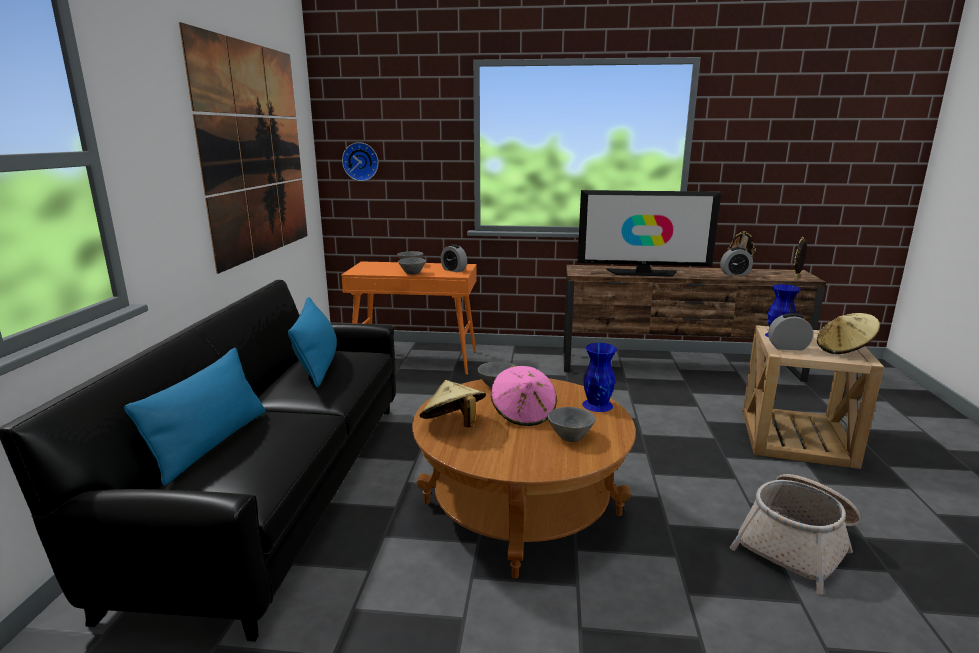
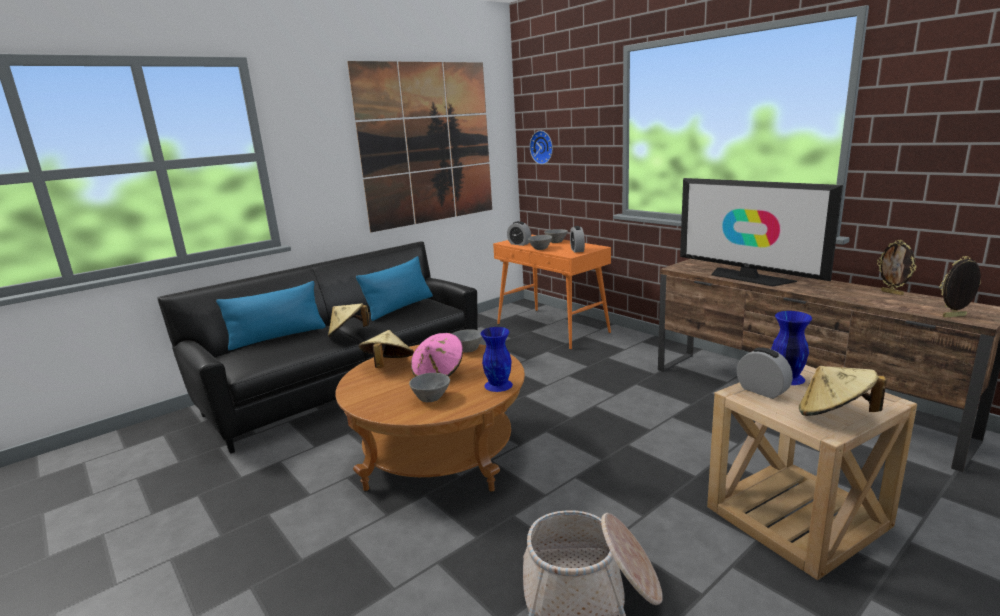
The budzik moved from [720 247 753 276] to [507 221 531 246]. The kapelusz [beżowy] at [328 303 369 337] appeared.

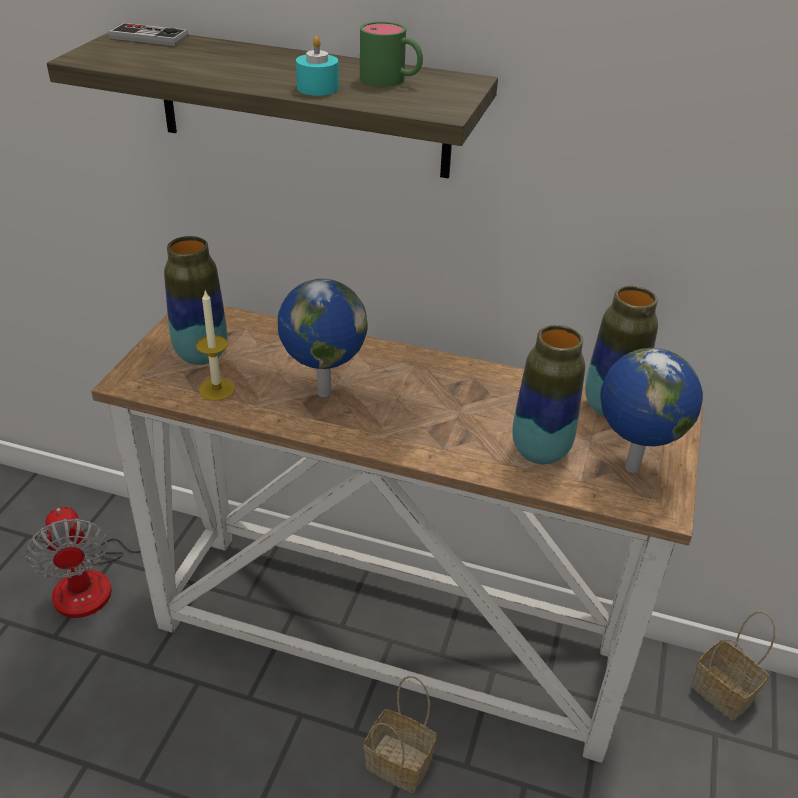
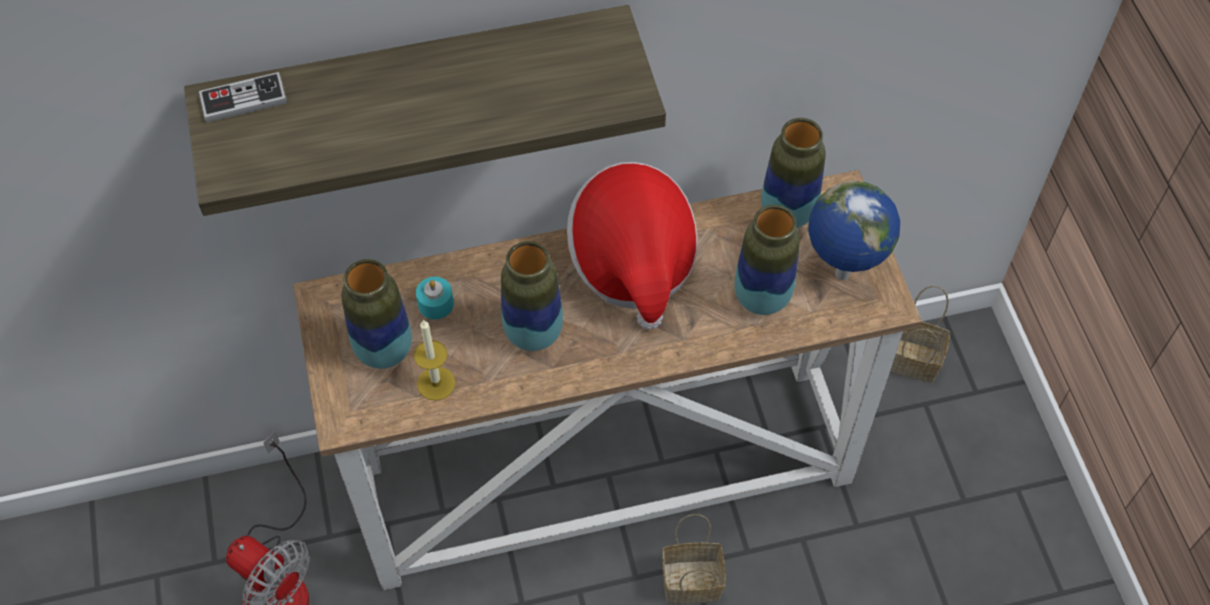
The kubek [zielony] at [360 22 423 87] disappeared. The świeca [turkusowy] moved from [296 36 339 96] to [416 277 454 319]. The globus at [278 279 368 397] was replaced by the wazon at [501 241 563 351]. The kapelusz at [567 162 698 330] appeared.

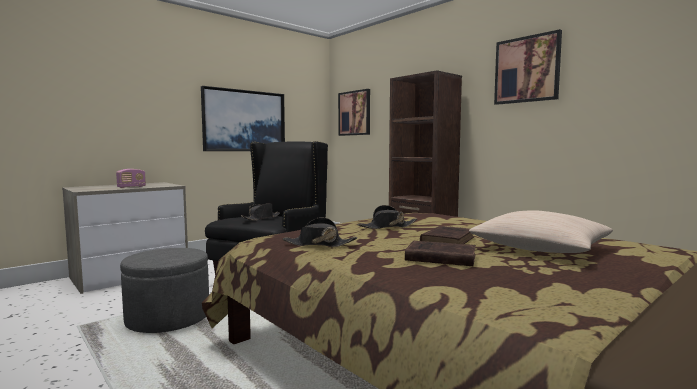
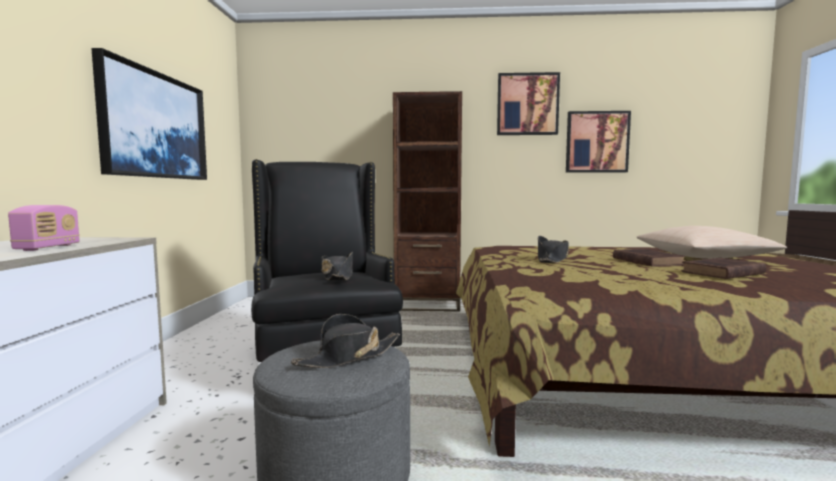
The obraz moved from [338 89 370 136] to [566 111 631 173]. The kapelusz [czarny] moved from [282 217 357 247] to [291 314 400 368].

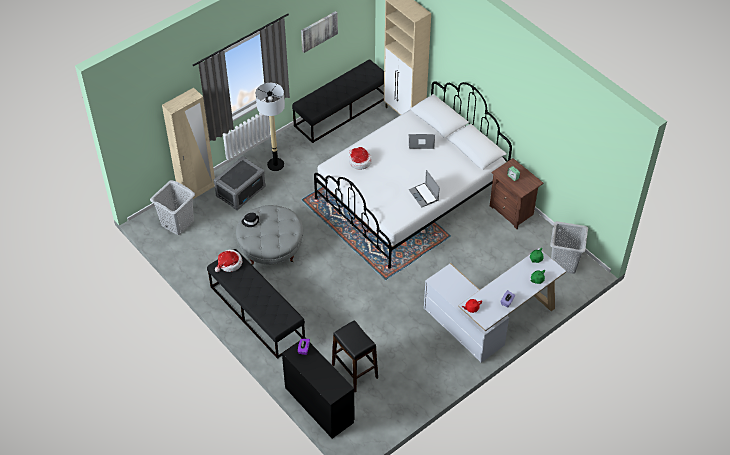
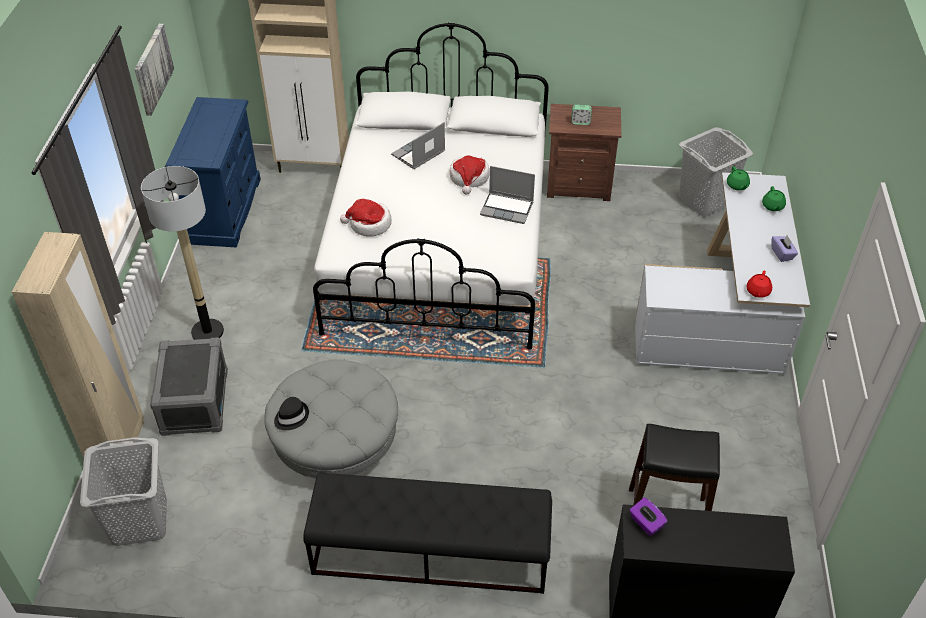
The ławka [czarny] at [292 59 384 143] was replaced by the komoda [niebieski] at [165 97 261 248]. The kapelusz moved from [215 250 242 272] to [450 155 489 194].

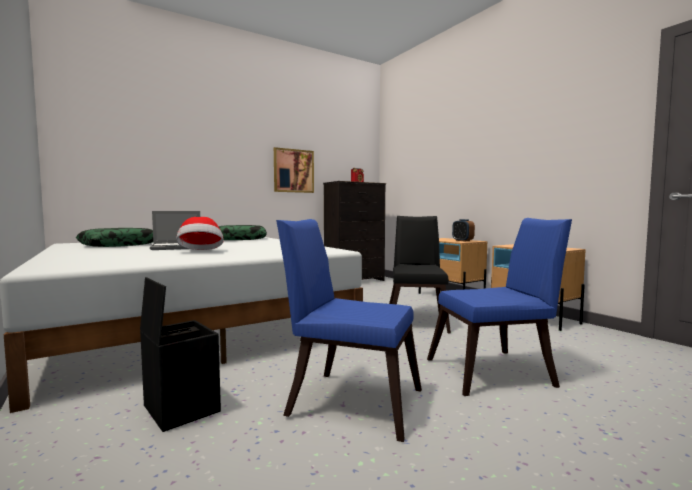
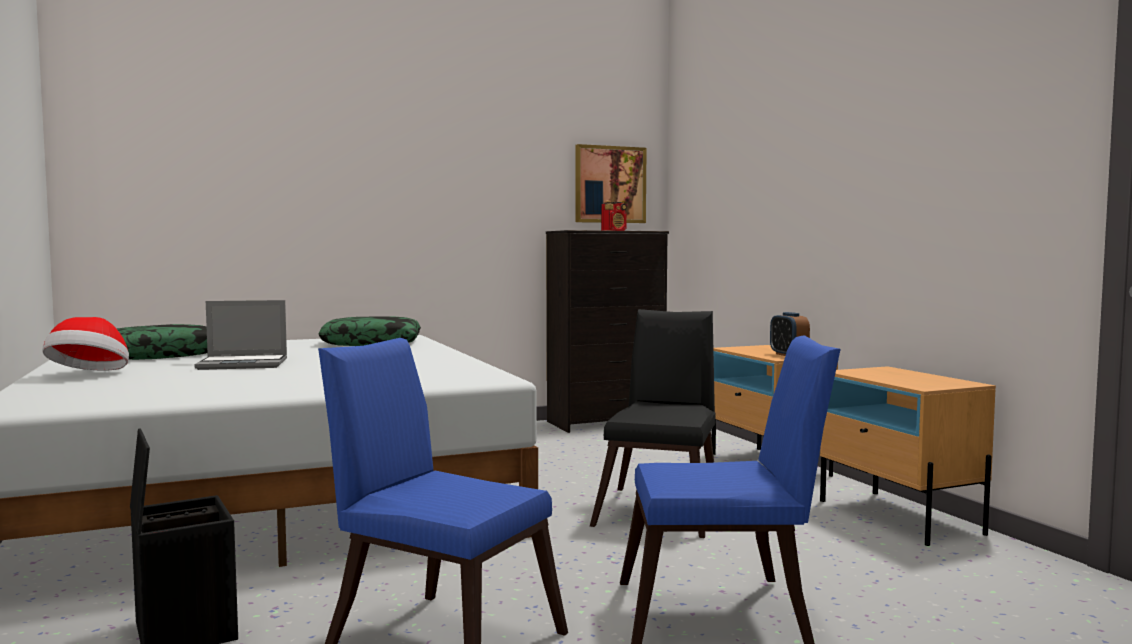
The obraz moved from [274 147 314 193] to [576 144 647 223]. The kapelusz moved from [176 217 224 250] to [42 317 129 371].

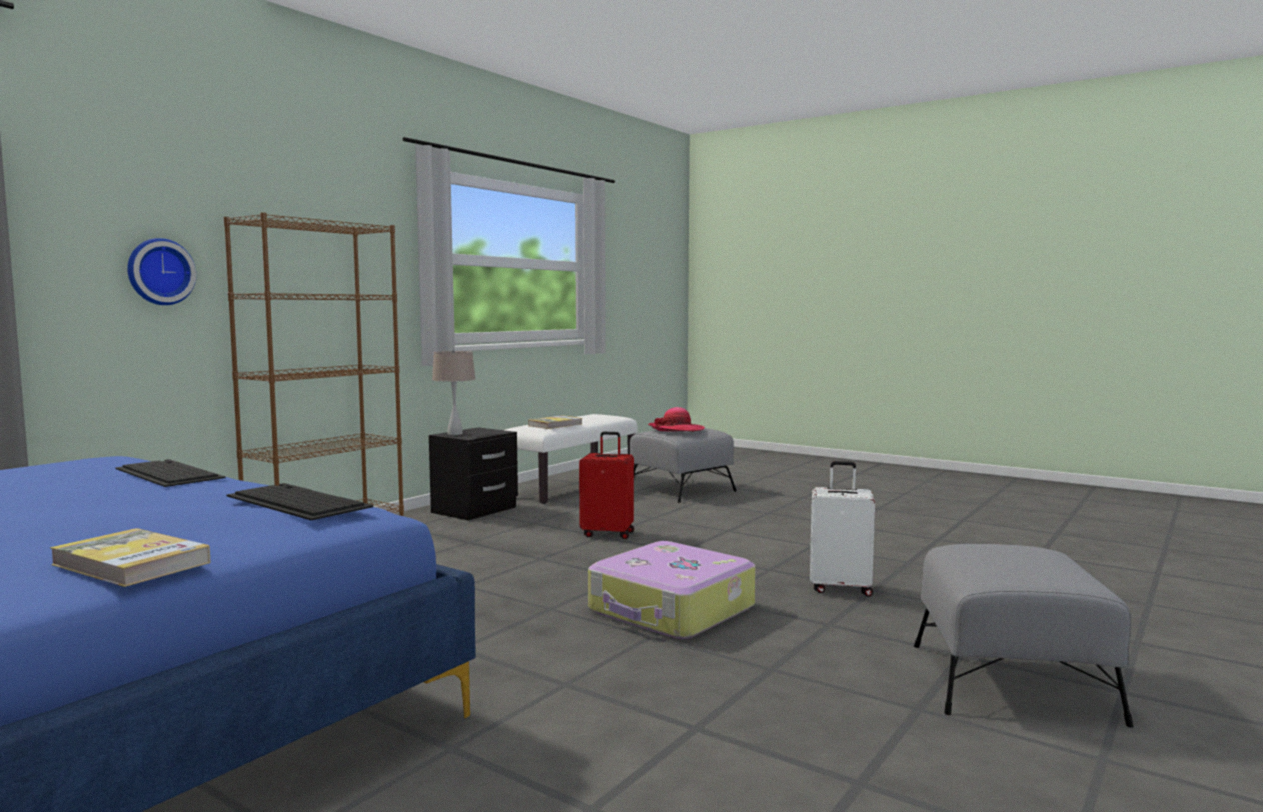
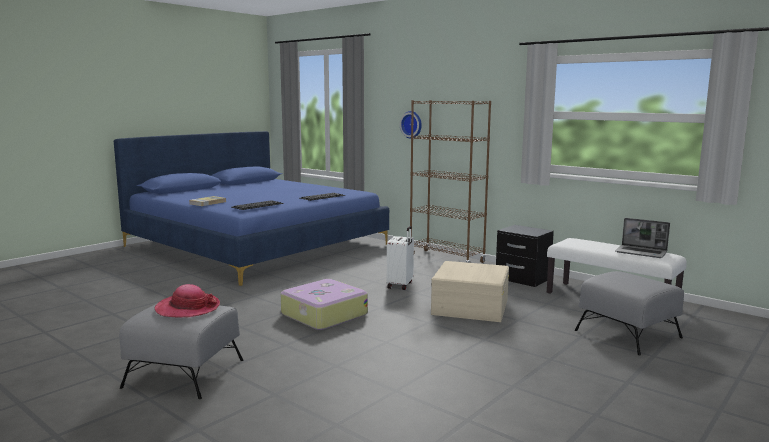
The lampa stołowa [beżowy] at [432 350 475 435] disappeared. The kapelusz moved from [648 407 705 432] to [155 284 220 318]. The książka at [528 415 582 429] disappeared. The walizka [czerwony] at [579 432 634 539] was replaced by the pojemnik do przechowywania [beżowy] at [431 261 509 322]. The walizka [biały] moved from [810 461 875 597] to [387 226 414 290]. The laptop at [615 218 670 258] appeared.

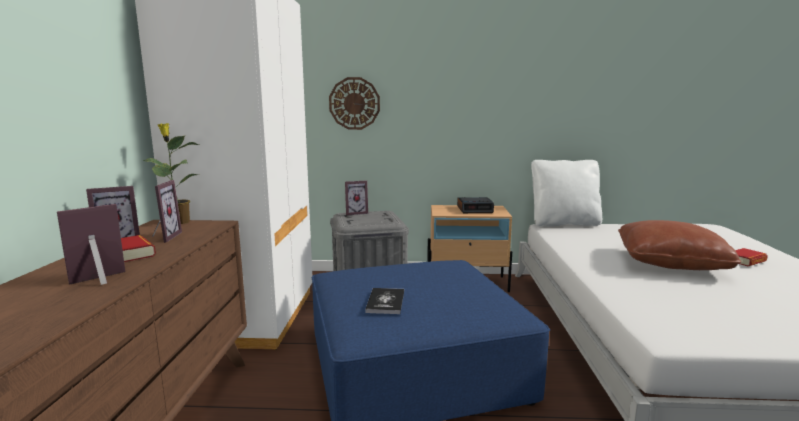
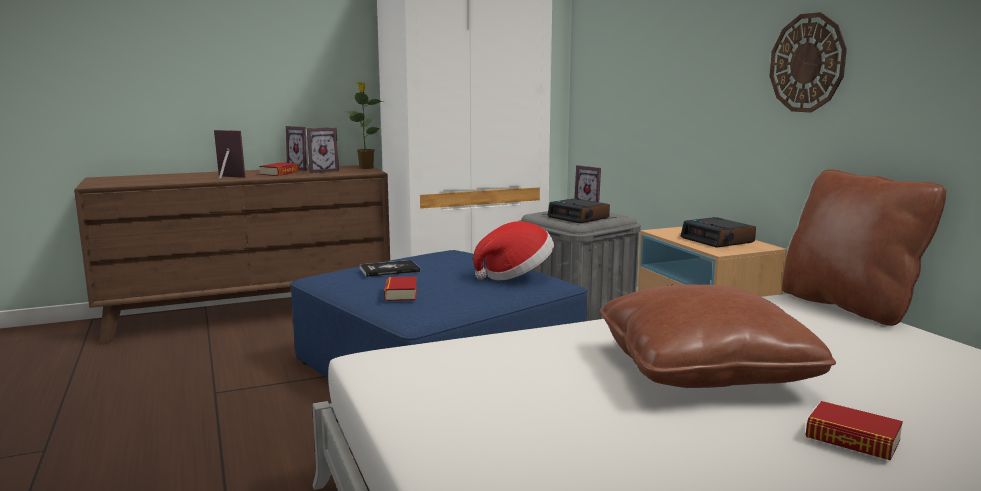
The zegar ścienny moved from [329 77 380 130] to [770 12 847 113]. The poduszka [biały] at [531 160 602 227] became the poduszka [brązowy] at [782 169 946 326]. The budzik at [547 198 610 223] appeared. The kapelusz at [473 221 554 280] appeared. The książka at [384 277 417 301] appeared.

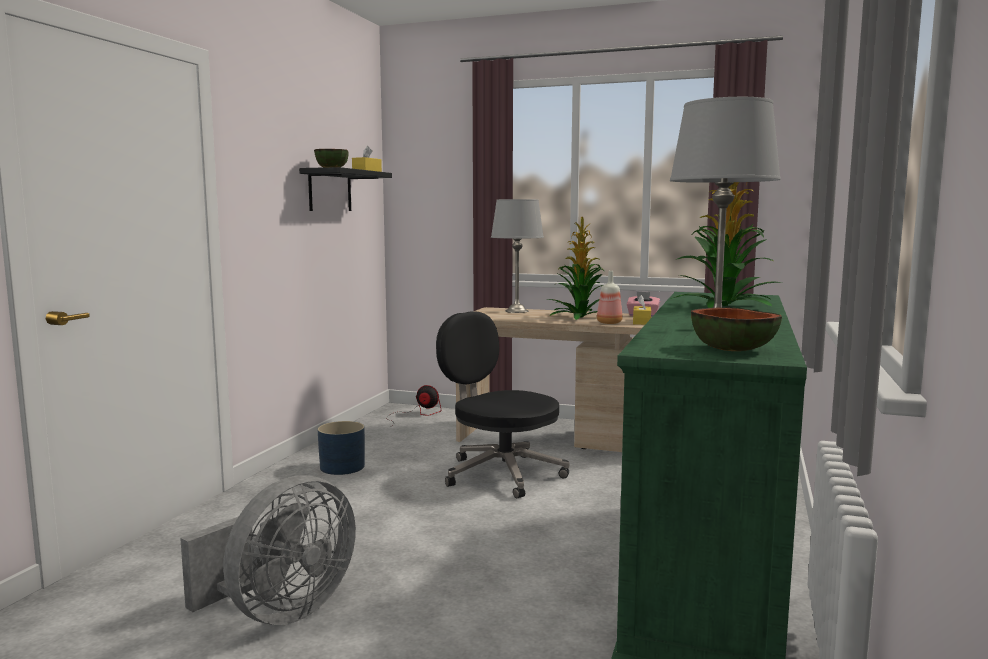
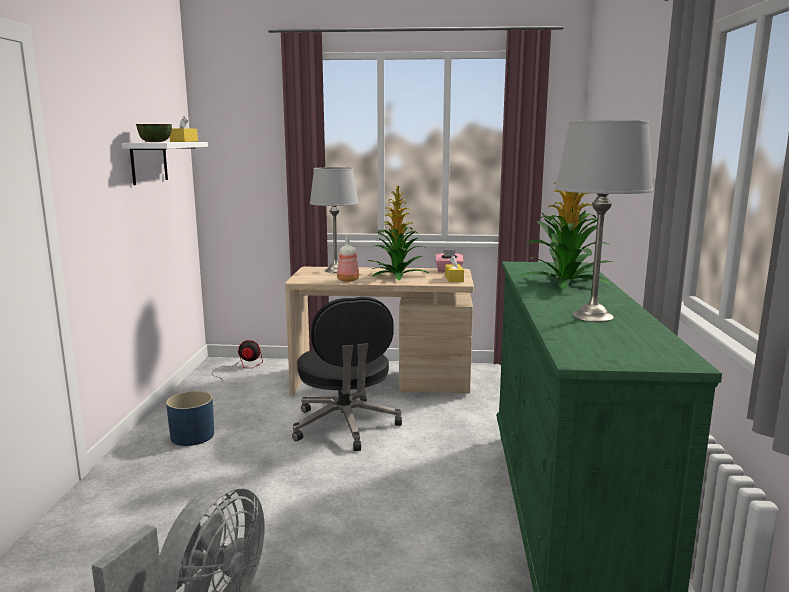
The półka [czarny] at [299 167 392 211] became the półka [biały] at [122 142 208 185]. The butelka moved from [597 271 623 324] to [337 235 359 282]. The miska at [691 307 782 351] disappeared. The krzesło biurowe [czarny] at [436 311 570 498] turned 135 degrees counterclockwise.

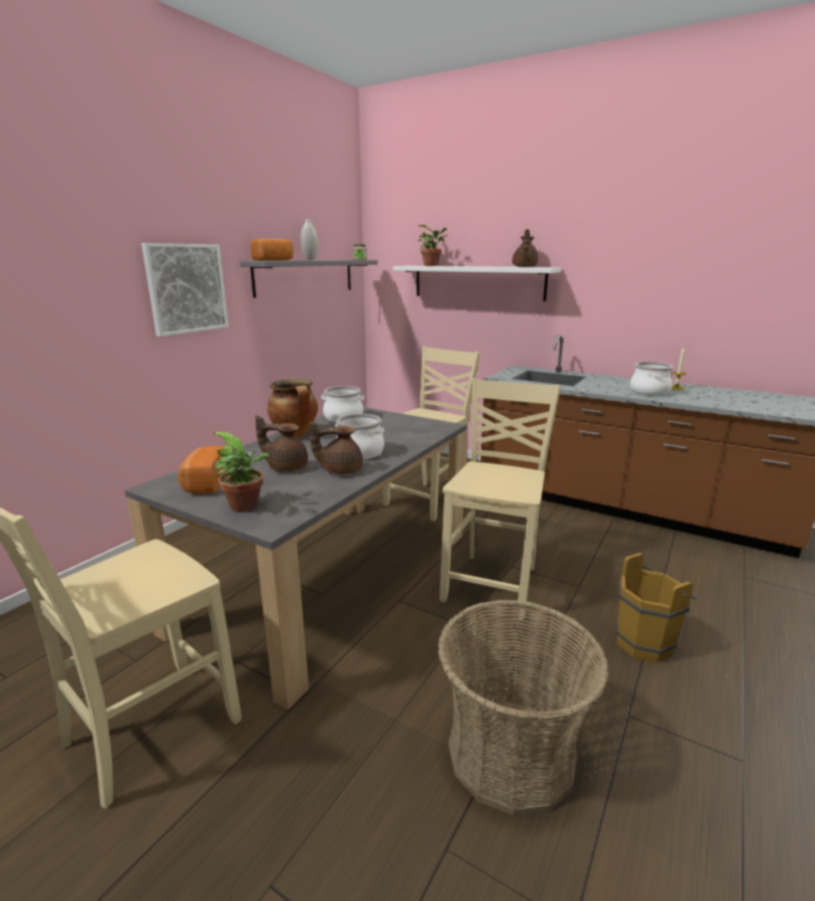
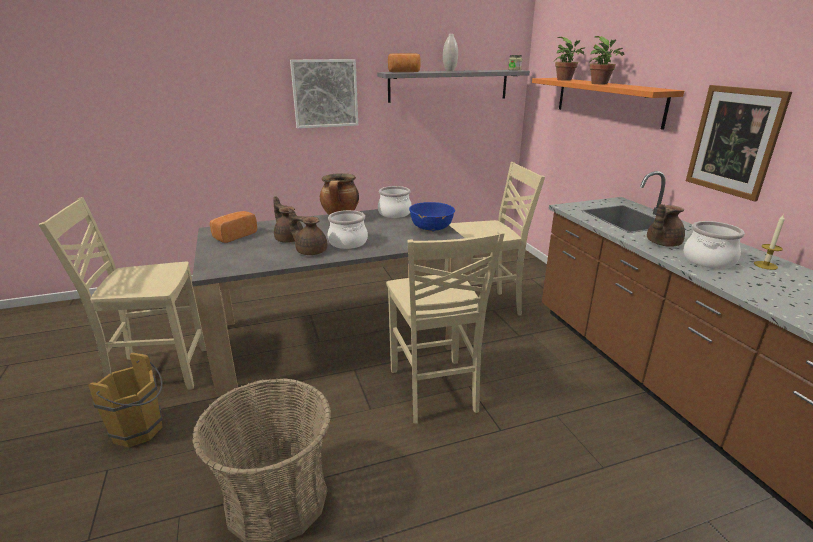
The imbryk [brązowy] moved from [512 229 538 267] to [647 204 685 247]. The półka [biały] at [393 266 561 301] became the półka [pomarańczowy] at [532 78 684 130]. The krzesło [beżowy] at [440 378 561 620] turned 105 degrees clockwise. The roślina doniczkowa moved from [213 432 272 512] to [590 36 625 84]. The wiadro [brązowy] moved from [616 553 696 663] to [88 352 163 447]. The obraz at [686 85 792 201] appeared. The miska [niebieski] at [409 202 455 232] appeared.

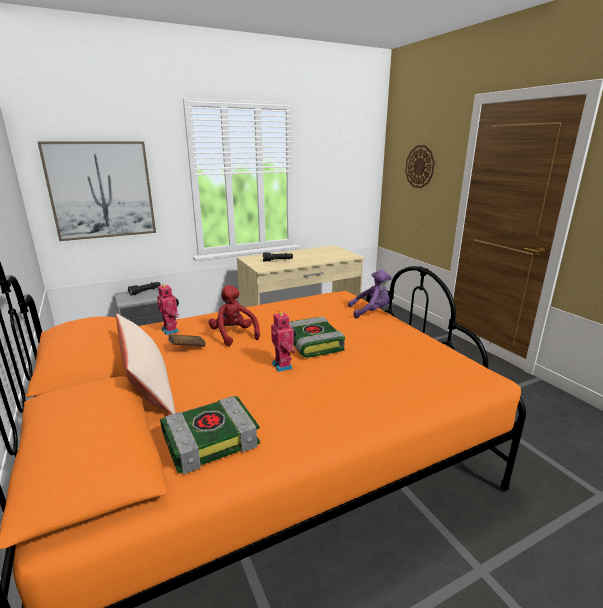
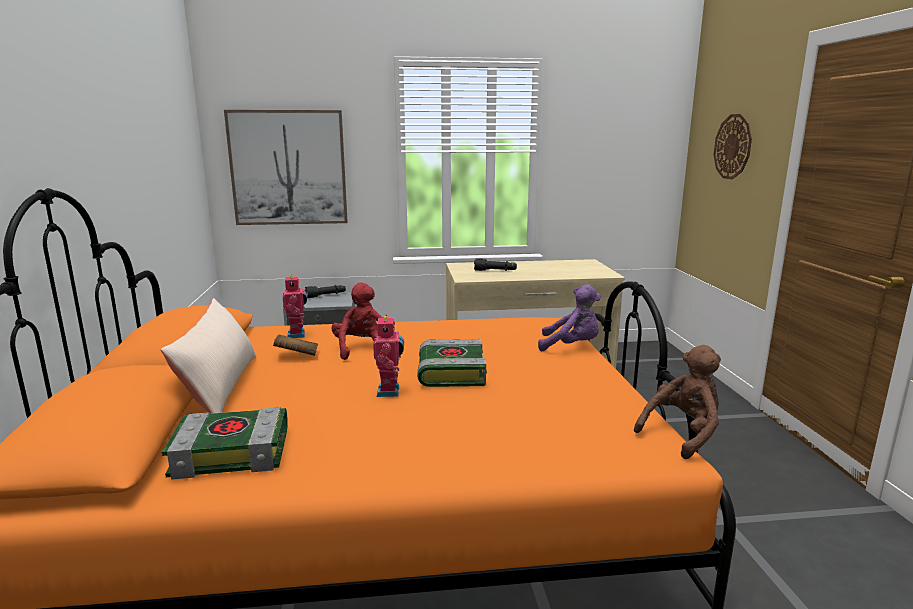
The pluszak [brązowy] at [634 345 721 459] appeared.

